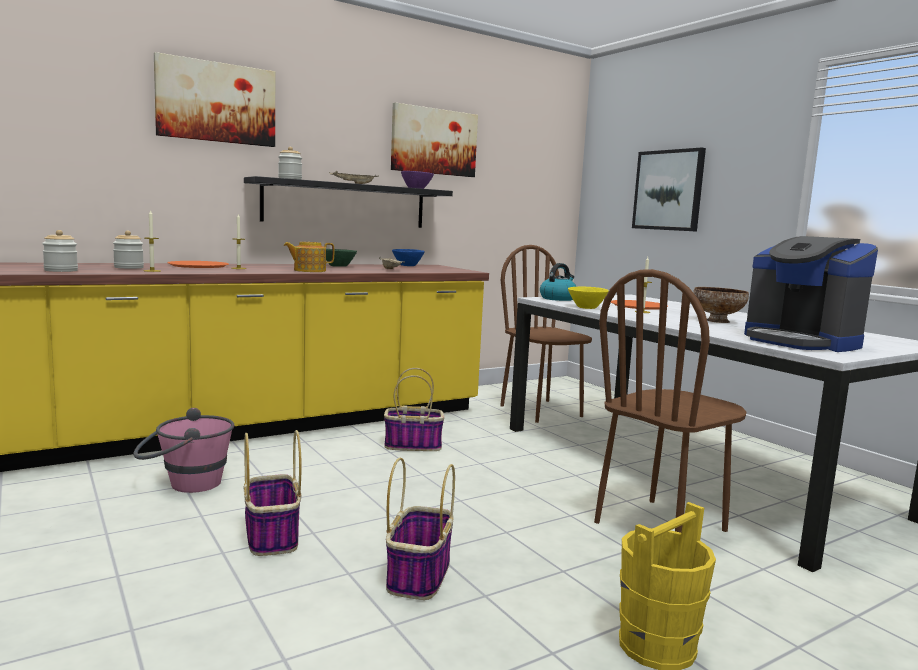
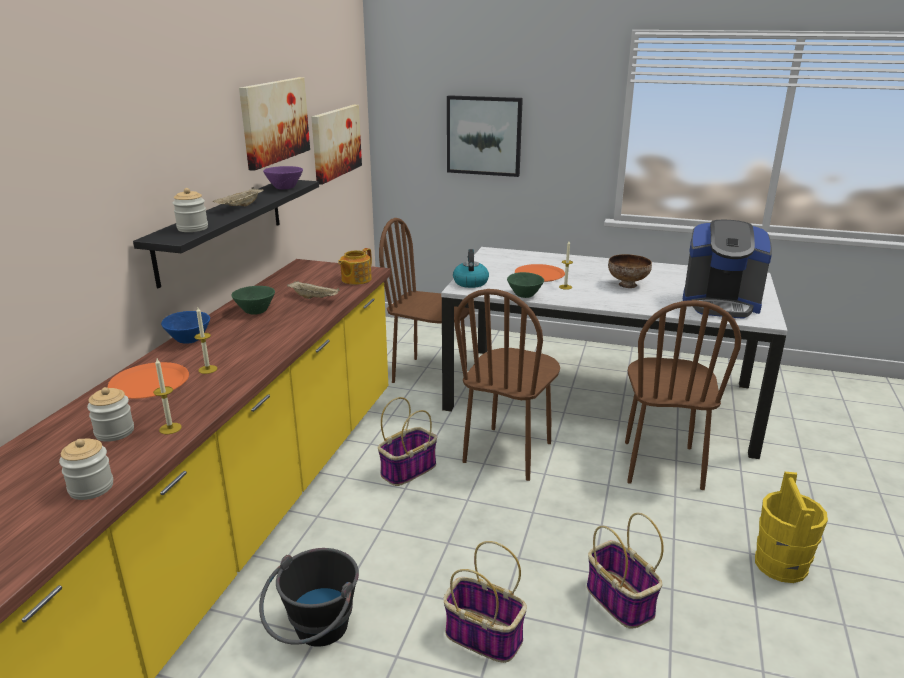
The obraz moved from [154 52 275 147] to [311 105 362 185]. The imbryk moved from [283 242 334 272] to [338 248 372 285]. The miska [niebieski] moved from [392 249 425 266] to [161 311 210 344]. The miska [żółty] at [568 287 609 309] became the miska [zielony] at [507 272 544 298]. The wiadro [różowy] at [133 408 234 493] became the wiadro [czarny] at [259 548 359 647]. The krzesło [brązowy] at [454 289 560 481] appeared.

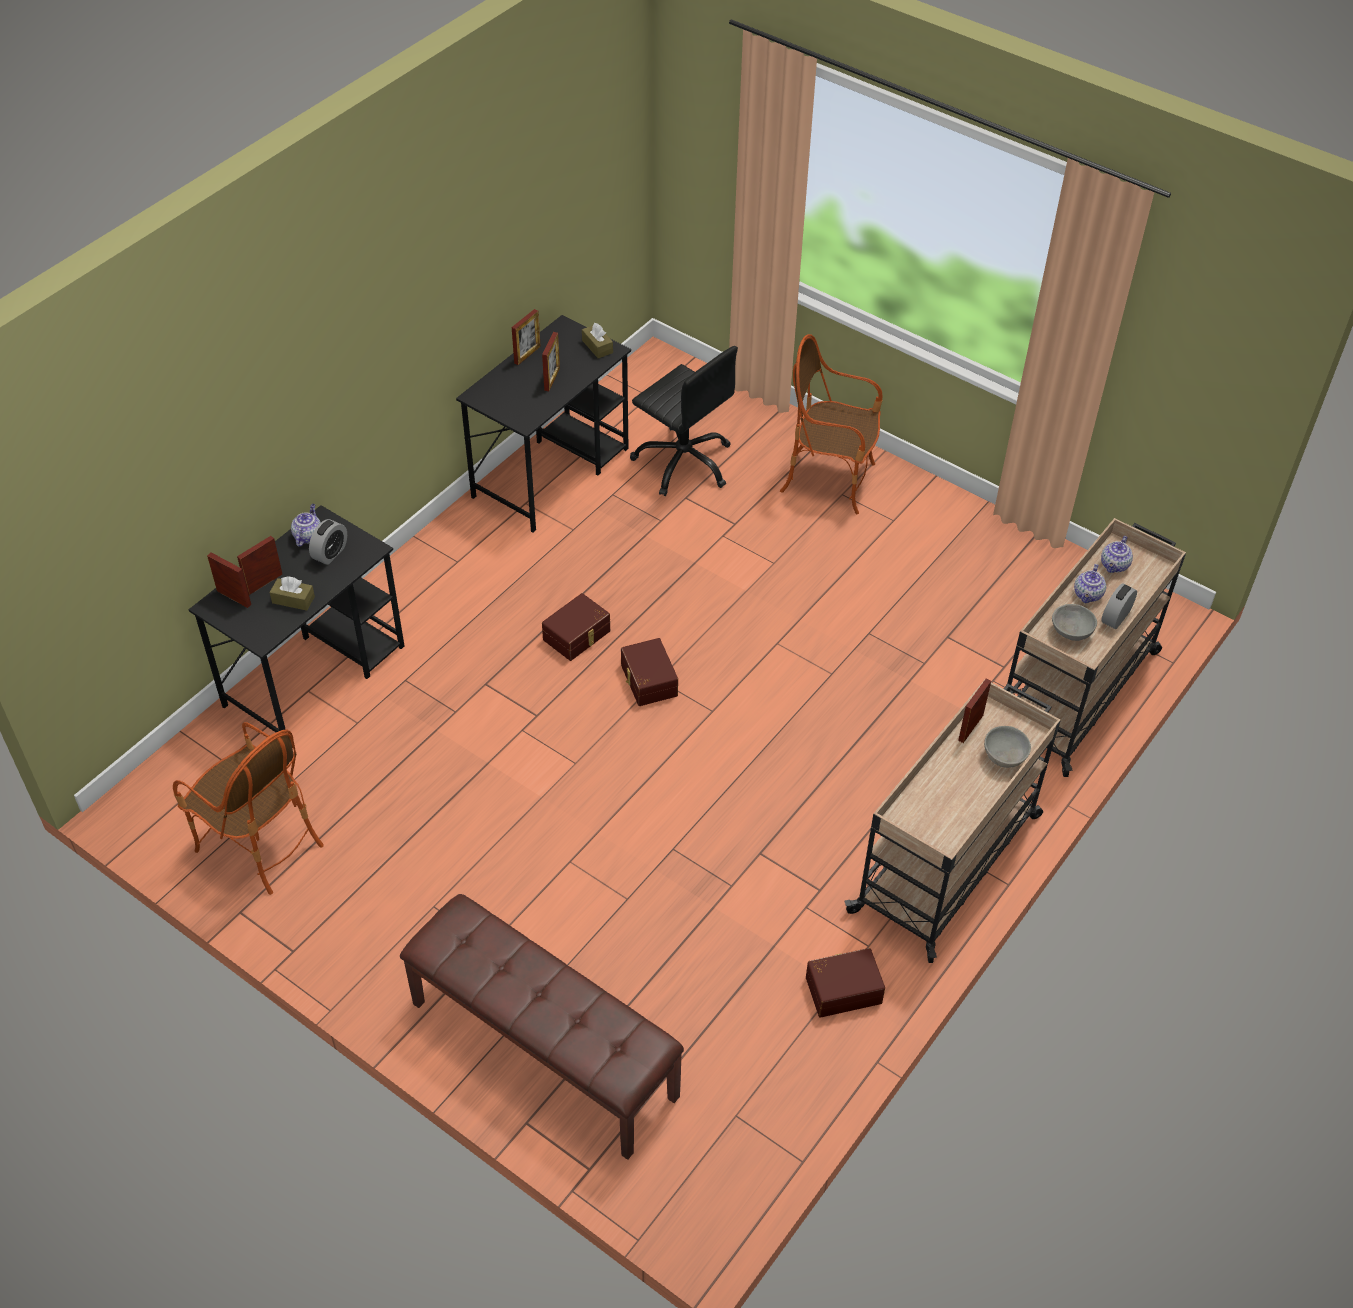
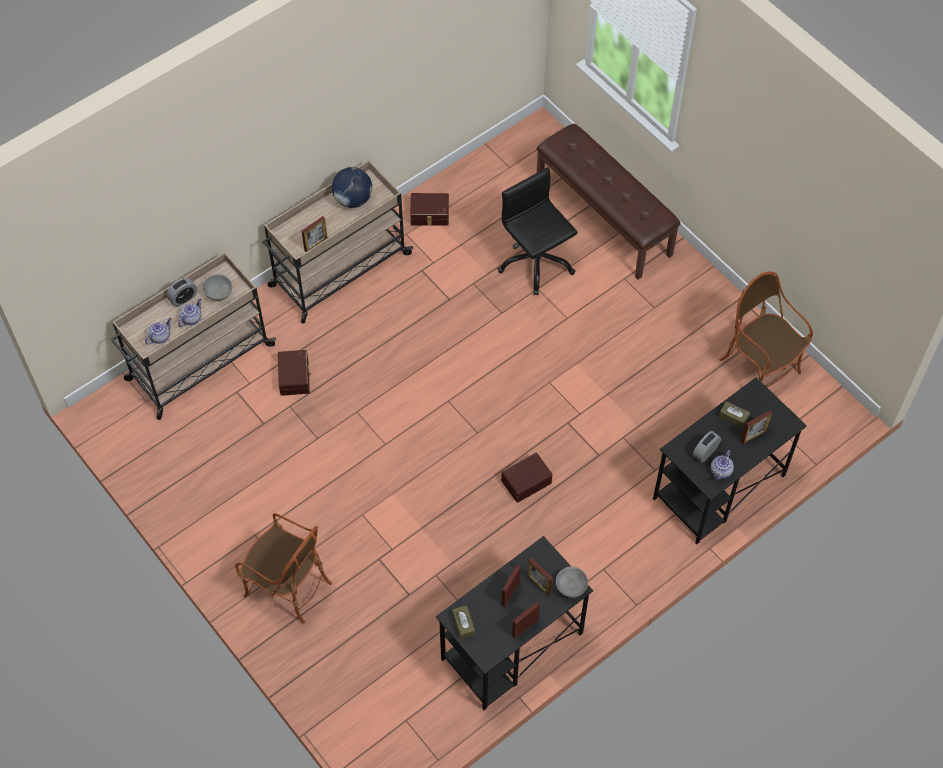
The krzesło biurowe [czarny] moved from [630 346 738 496] to [498 167 577 295]. The ramka na zdjęcie moved from [207 553 251 608] to [527 557 553 596]. The pojemnik do przechowywania [brązowy] moved from [621 638 678 706] to [278 350 311 396]. The miska [szary] moved from [984 726 1031 768] to [556 566 588 598]. The globus at [332 167 372 208] appeared.

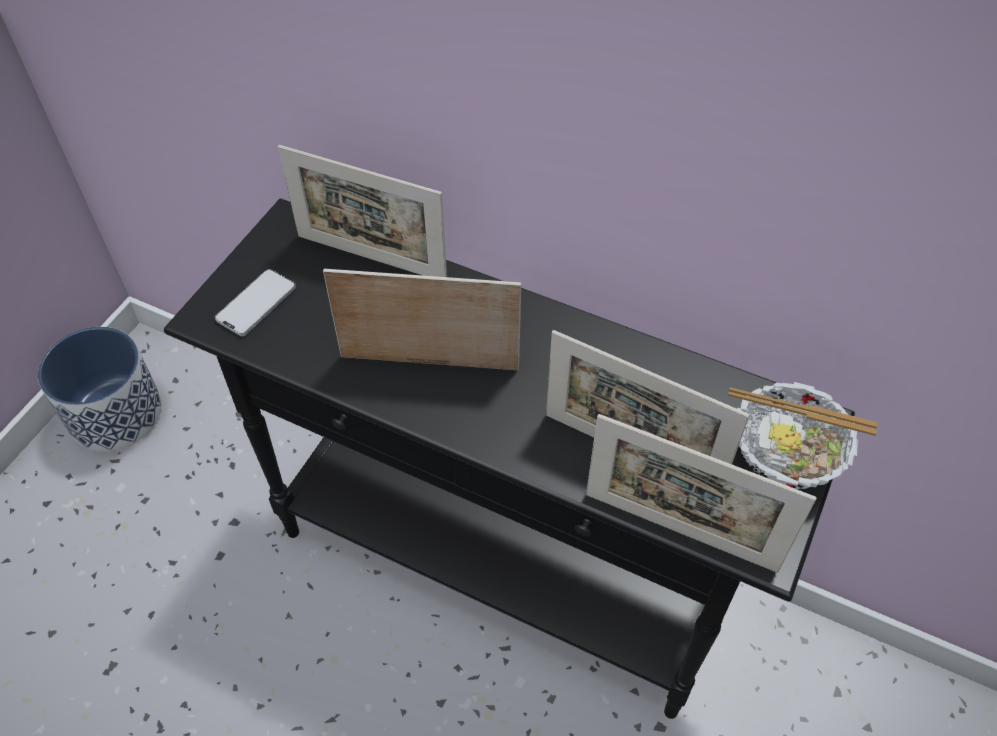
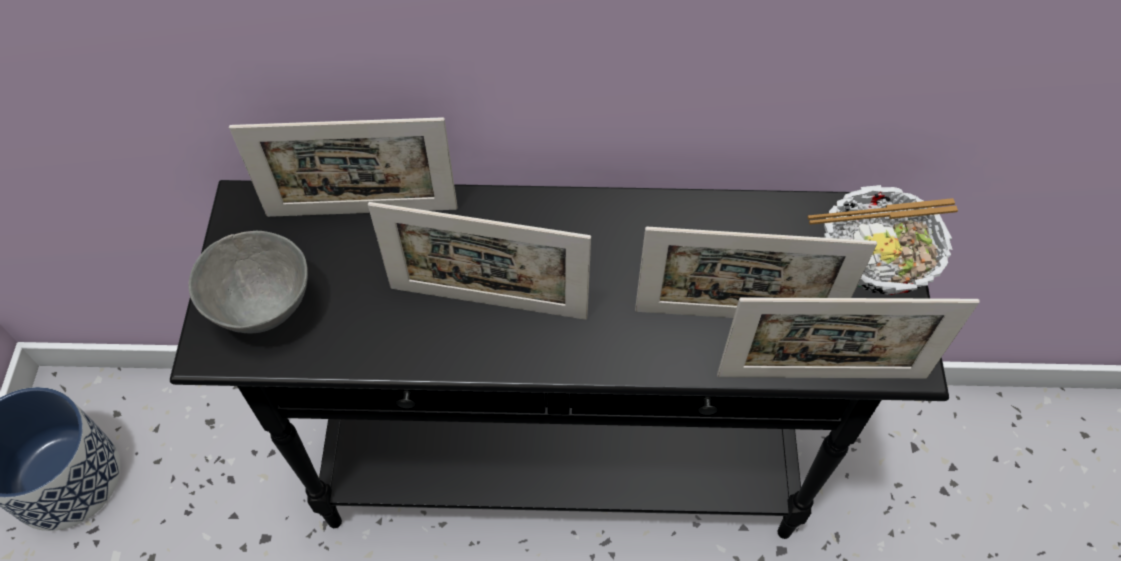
The telefon at [215 269 296 336] was replaced by the miska [szary] at [188 231 308 333]. The ramka na zdjęcie at [323 269 521 370] turned 150 degrees counterclockwise.

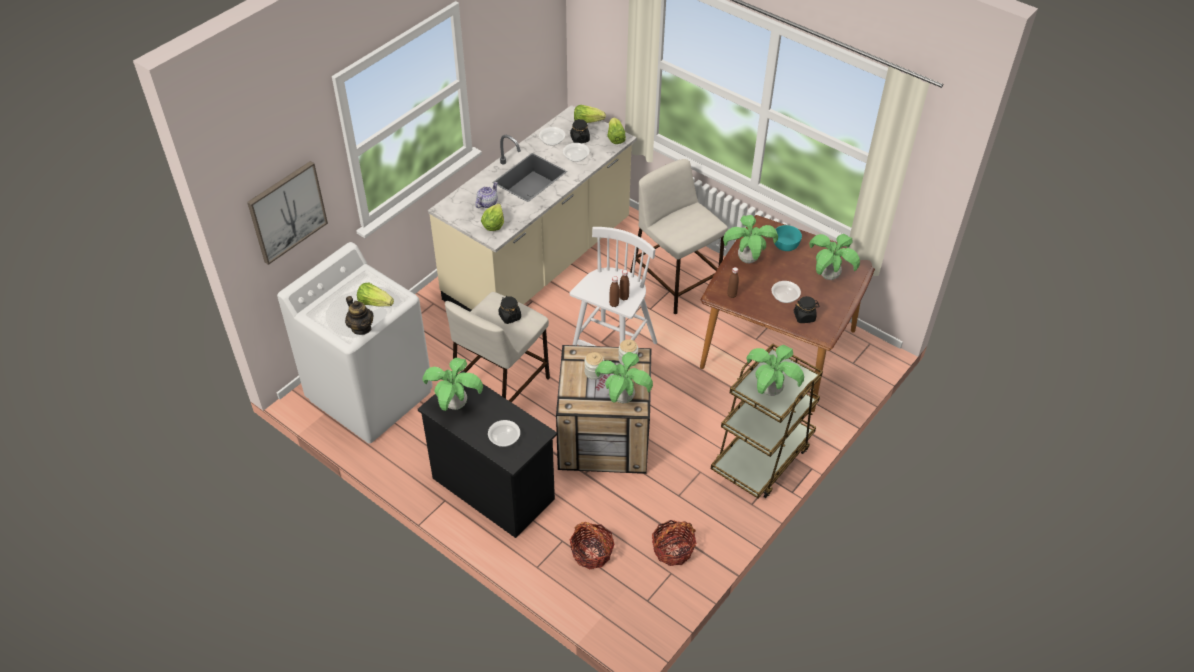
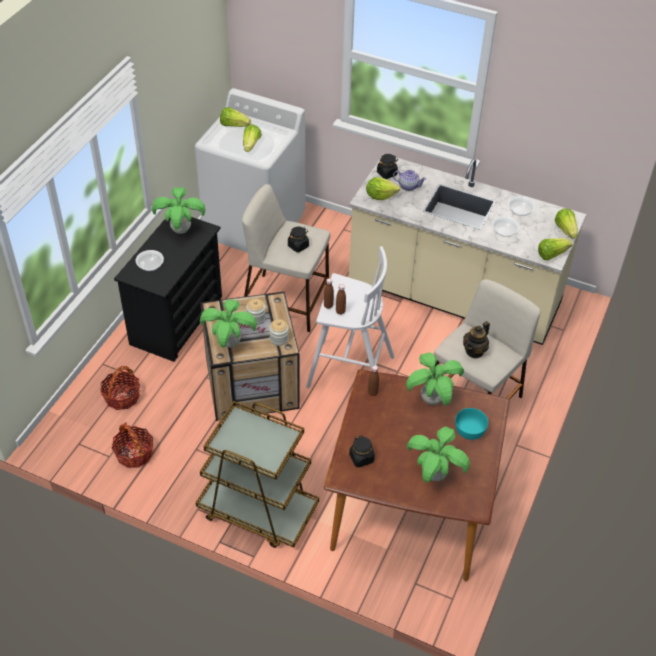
The słoik [czarny] moved from [570 119 590 143] to [377 154 398 179]. The obraz at [247 161 328 265] disappeared. The miska at [771 281 801 303] disappeared. The imbryk moved from [345 296 373 335] to [463 321 490 359]. The roślina doniczkowa at [746 345 804 396] disappeared. The sałata at [220 107 251 127] appeared.

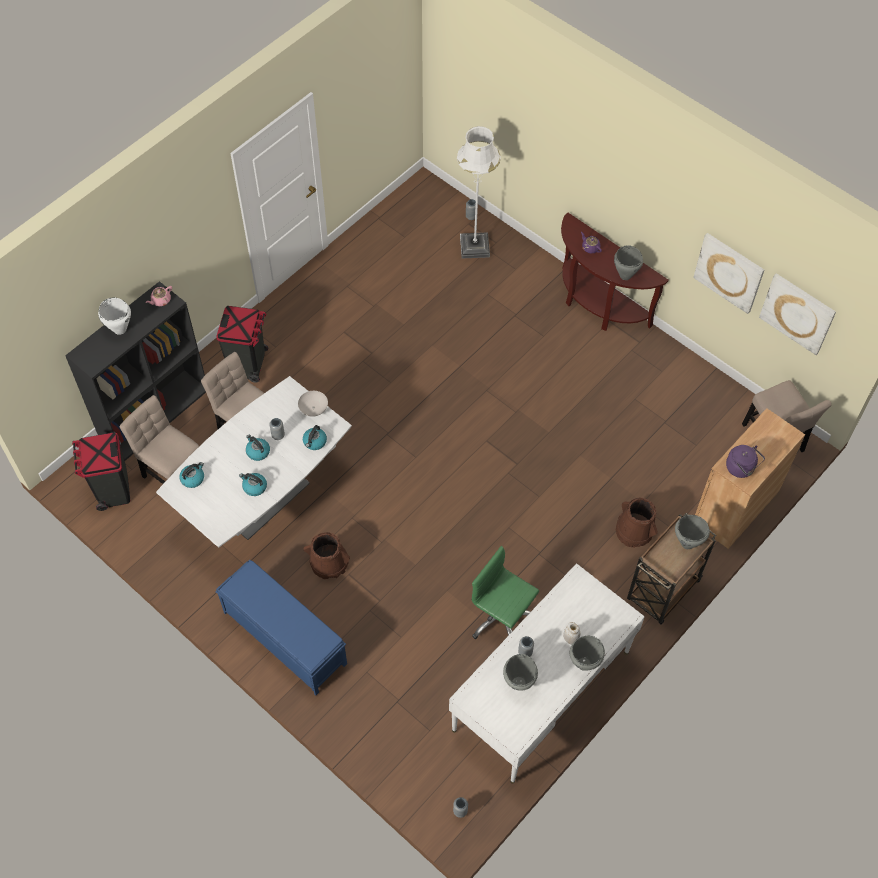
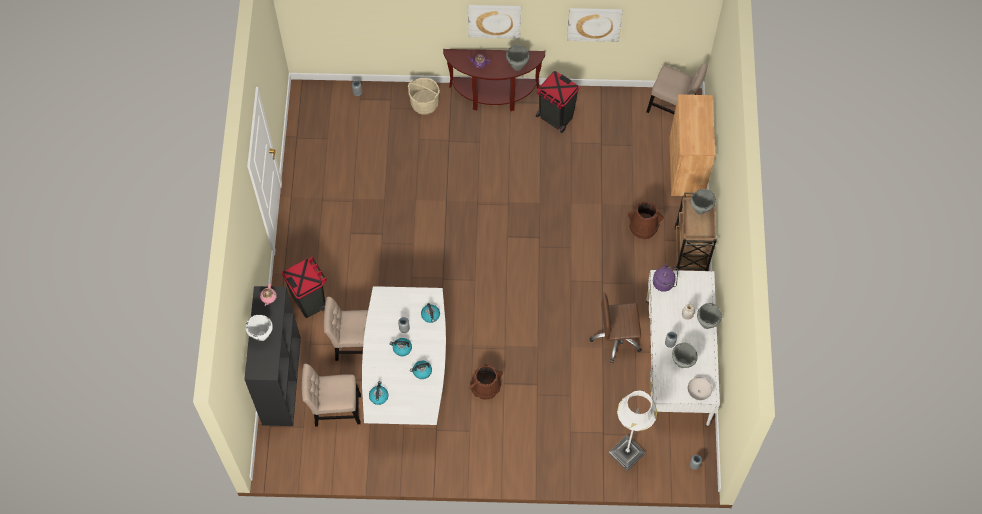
The lampa stojąca [biały] moved from [457 126 501 258] to [609 390 657 471]. The obraz moved from [759 273 836 355] to [468 5 521 39]. The miska [biały] moved from [298 391 328 417] to [688 377 712 400]. The kosz na śmieci [czarny] moved from [72 432 130 511] to [536 71 579 133]. The czajnik [fioletowy] moved from [726 445 765 478] to [653 263 678 292]. The krzesło biurowe [zielony] at [471 546 539 639] became the krzesło biurowe [brązowy] at [590 292 642 363]. The ławka [niebieski] at [215 560 347 695] disappeared. The wiadro [beżowy] at [408 78 440 115] appeared.

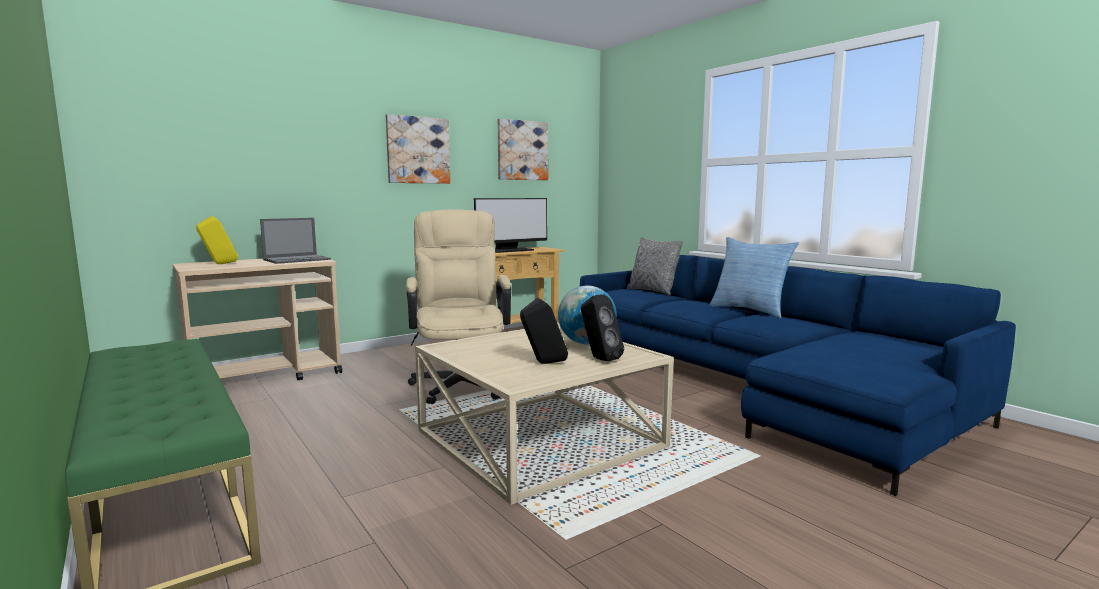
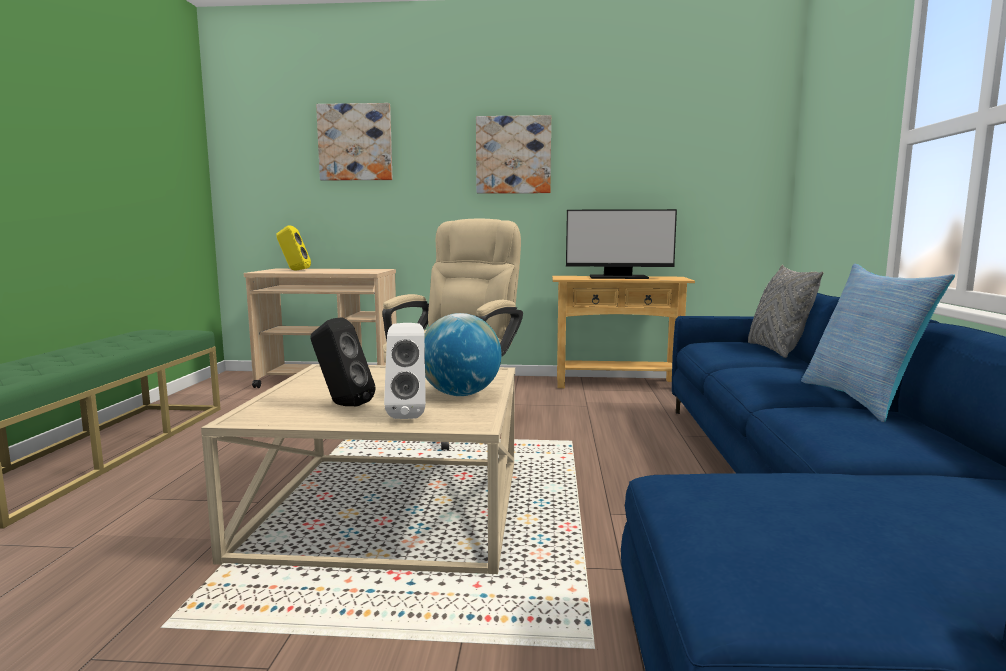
The obraz moved from [498 118 548 180] to [316 103 393 181]. The laptop at [260 218 331 264] disappeared. The głośnik [czarny] at [581 294 624 361] became the głośnik [biały] at [384 323 426 419].

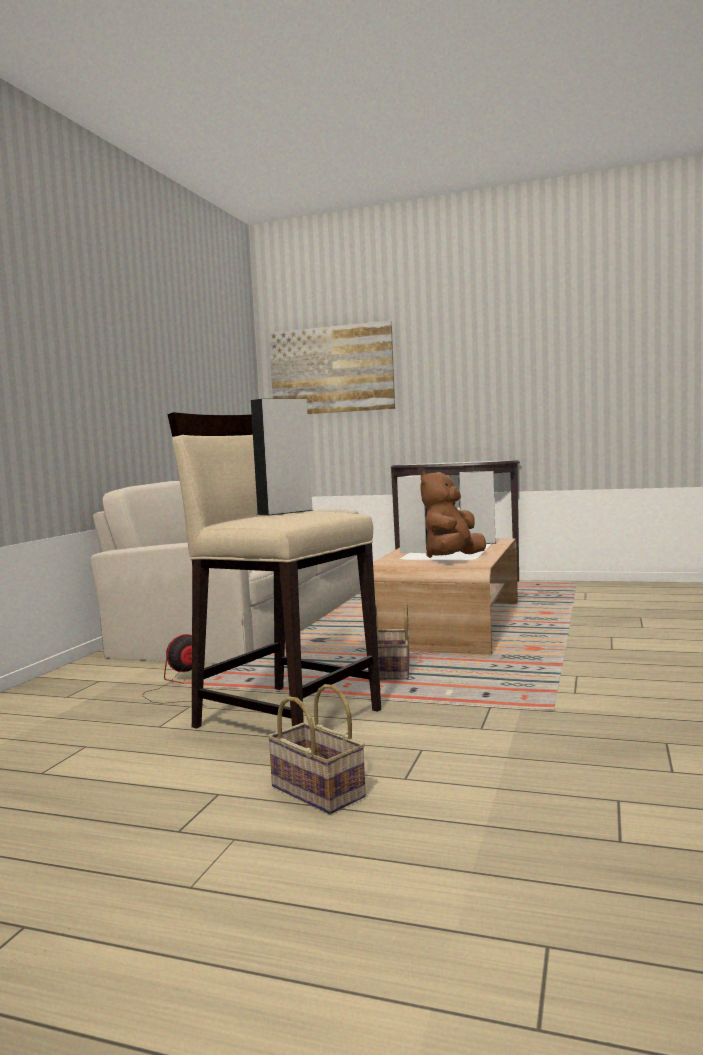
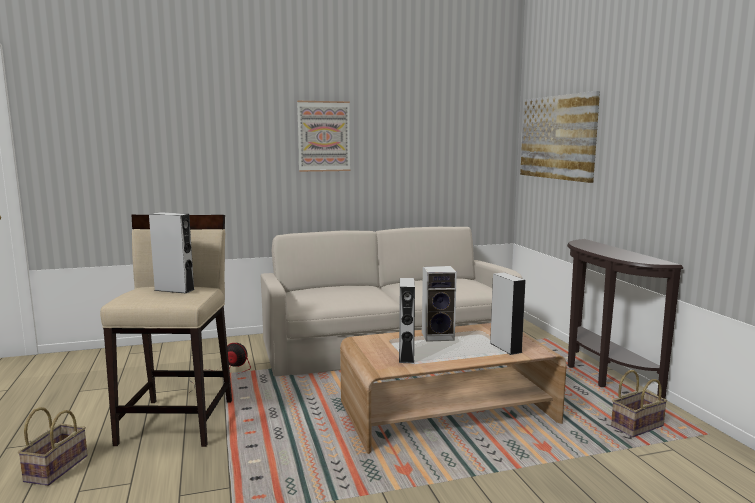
The pluszak [brązowy] at [420 472 486 558] was replaced by the głośnik [szary] at [399 278 415 363]. The koszyk moved from [375 603 410 680] to [611 370 667 437]. The obraz at [297 101 350 172] appeared.

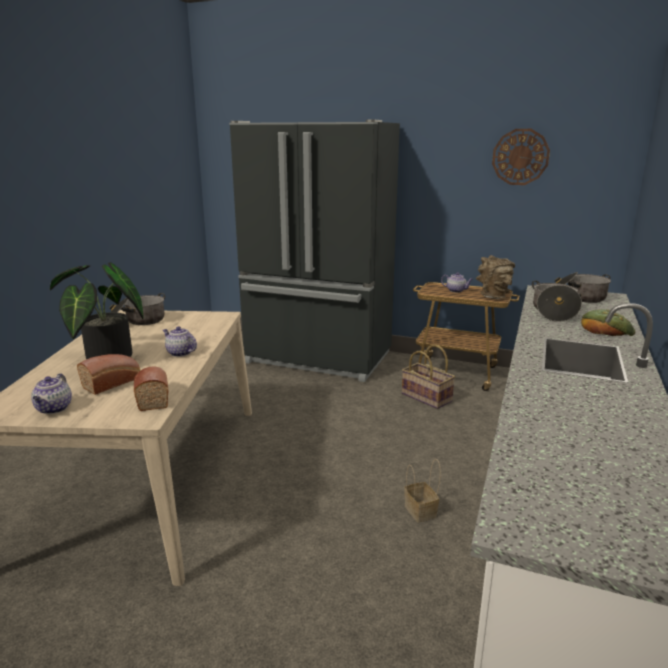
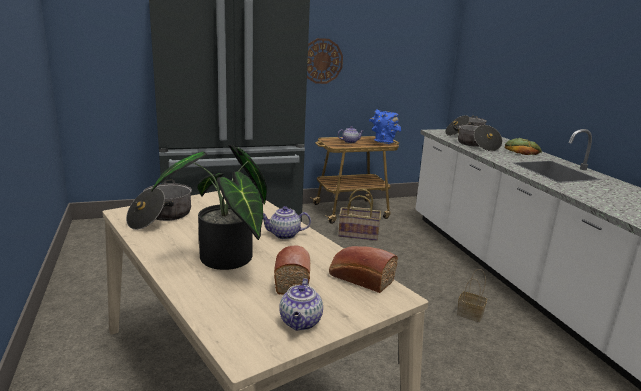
The zegar ścienny moved from [492 129 550 185] to [307 38 343 84]. The wazon [brązowy] at [476 255 515 299] became the wazon [niebieski] at [369 110 401 144]. The imbryk at [31 373 72 414] turned 45 degrees clockwise.

